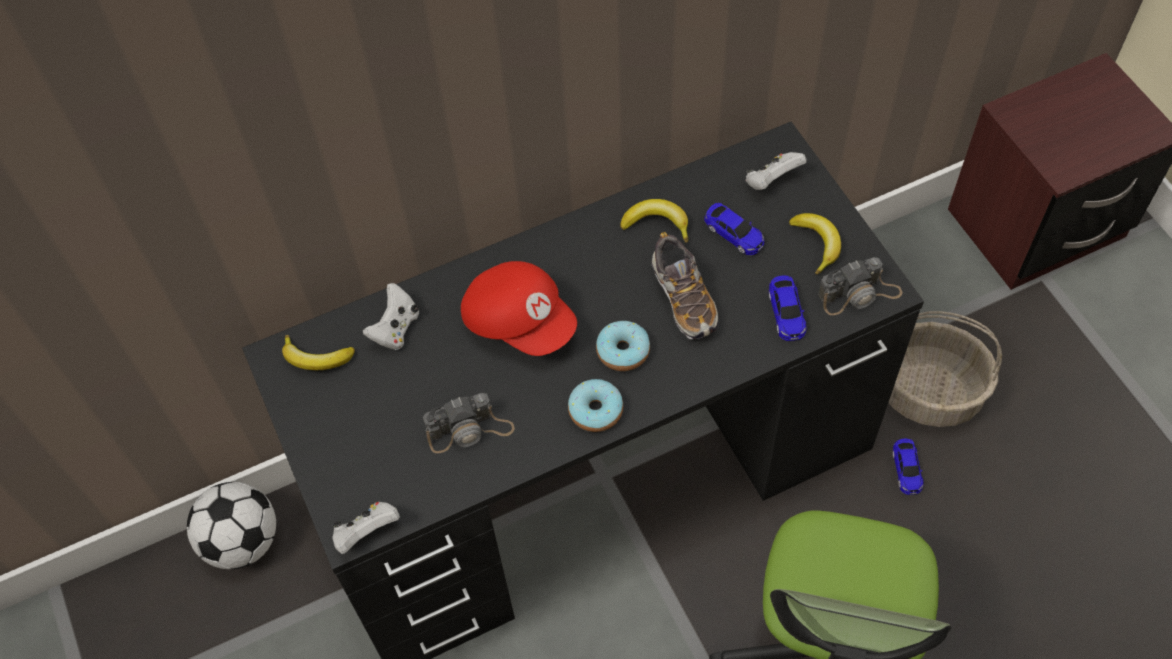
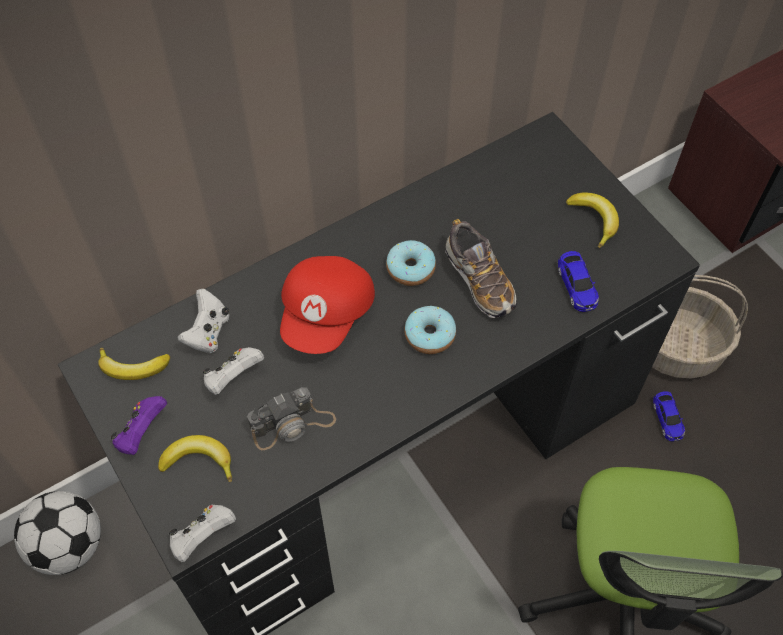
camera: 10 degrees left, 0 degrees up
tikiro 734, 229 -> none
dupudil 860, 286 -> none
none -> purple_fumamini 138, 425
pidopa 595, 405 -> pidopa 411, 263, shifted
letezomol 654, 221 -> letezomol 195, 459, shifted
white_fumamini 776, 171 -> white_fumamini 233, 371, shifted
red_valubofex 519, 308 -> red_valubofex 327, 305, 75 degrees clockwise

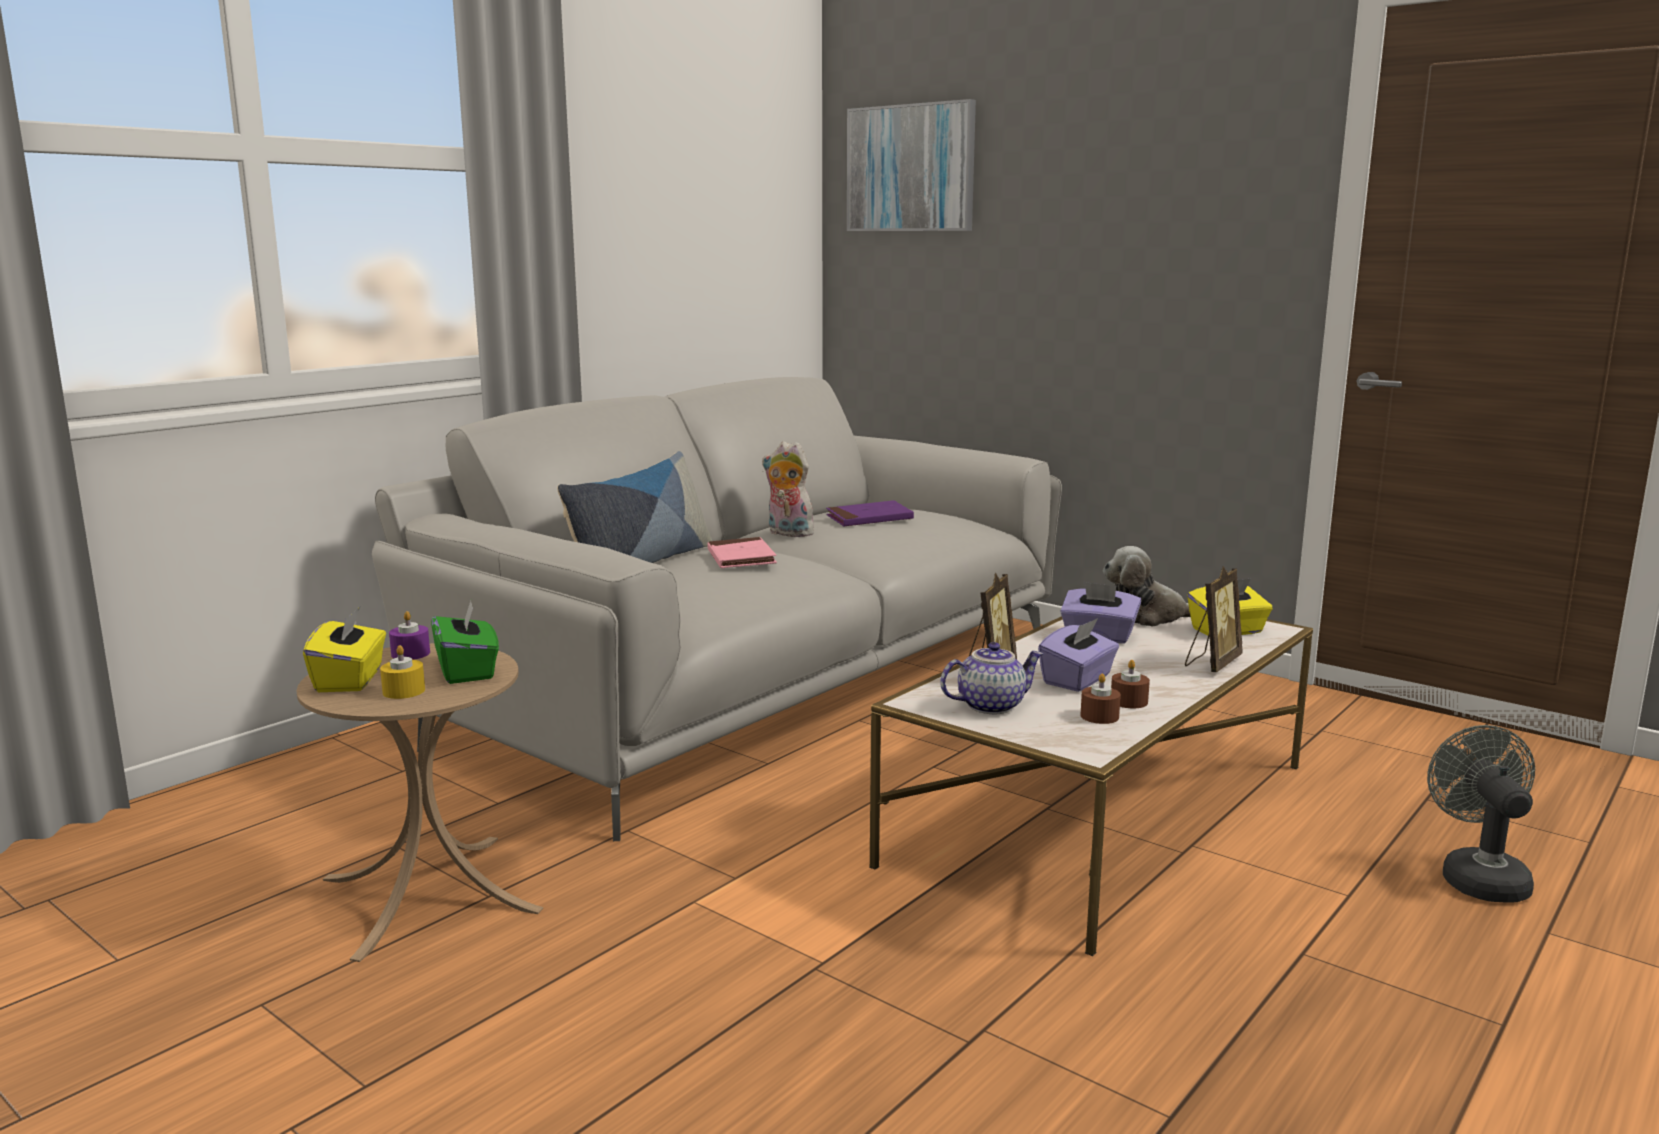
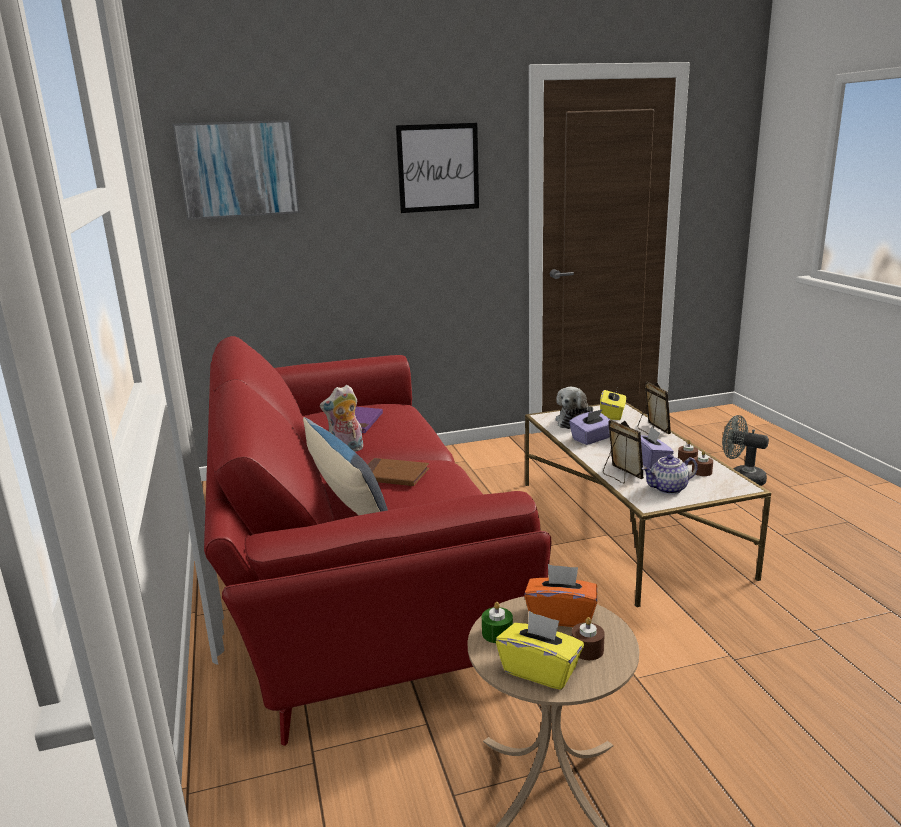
camera: 55 degrees left, 5 degrees up
none -> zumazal 437, 168
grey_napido 717, 609 -> red_napido 377, 541
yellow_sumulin 402, 672 -> brown_sumulin 588, 638
purple_sumulin 409, 635 -> green_sumulin 497, 622
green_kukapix 465, 642 -> orange_kukapix 560, 595
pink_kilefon 742, 552 -> brown_kilefon 398, 472
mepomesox 991, 678 -> mepomesox 670, 474, 120 degrees counterclockwise

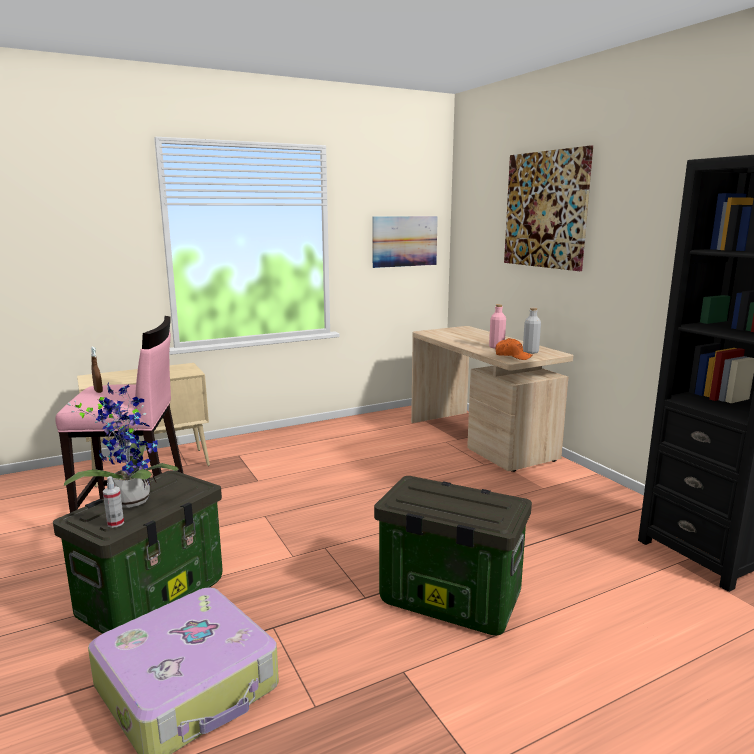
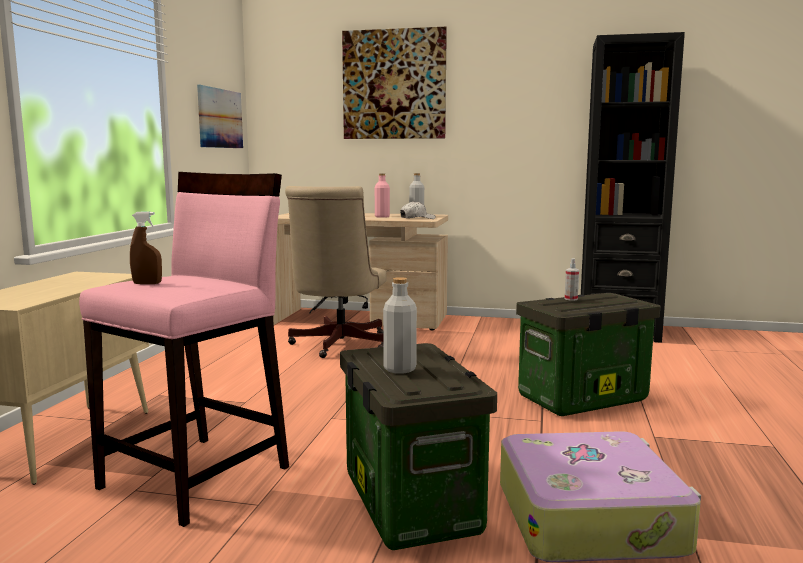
camera: 50 degrees left, 5 degrees down
none -> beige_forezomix 336, 272
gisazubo 113, 502 -> gisazubo 572, 279, shifted
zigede 121, 445 -> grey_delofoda 400, 325
orange_valubofex 513, 349 -> white_valubofex 418, 210

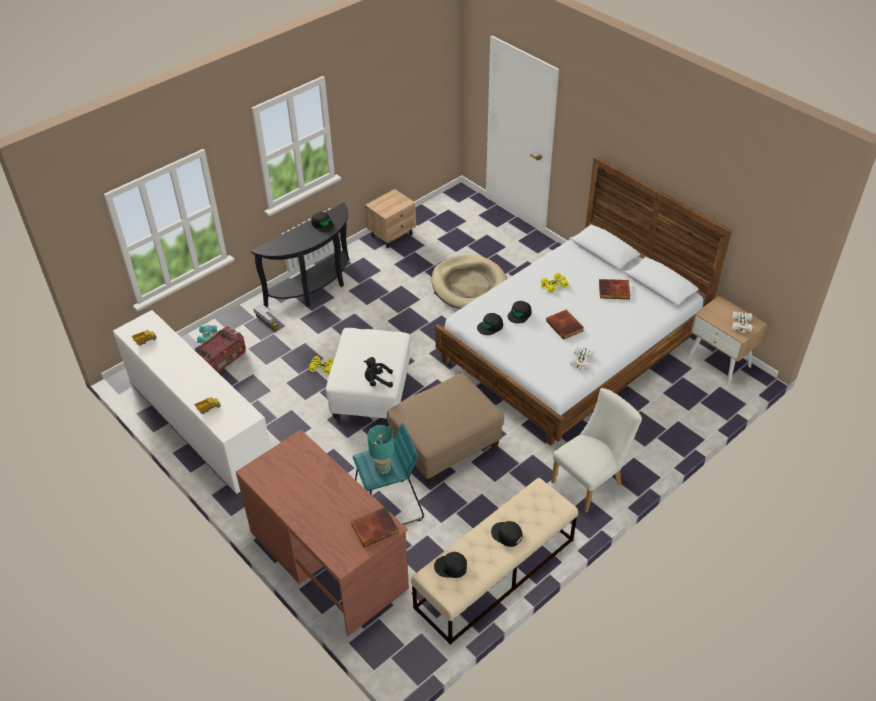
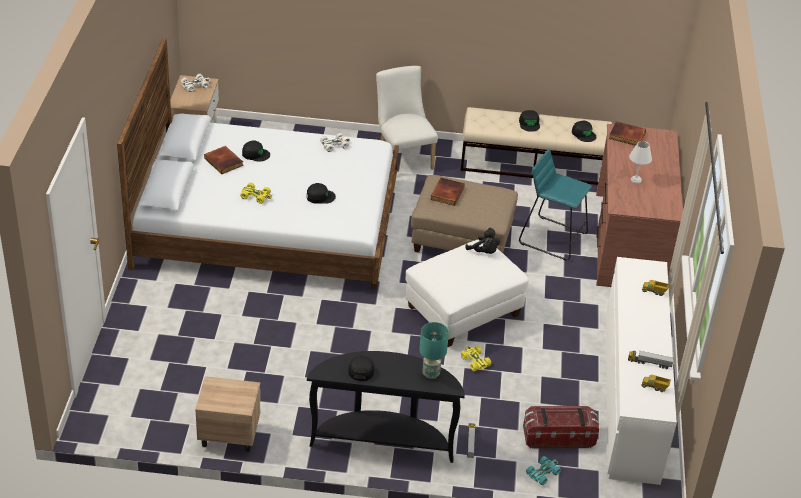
camera: 135 degrees left, 5 degrees down
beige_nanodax 469, 282 -> none
none -> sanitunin 651, 360
none -> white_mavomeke 640, 162
turquoise_mavomeke 380, 449 -> turquoise_mavomeke 434, 350, shifted
black_valubofex 490, 324 -> black_valubofex 256, 151, shifted
kilefon 565, 324 -> kilefon 447, 191, shifted
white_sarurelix 596, 450 -> white_sarurelix 407, 118, 60 degrees clockwise

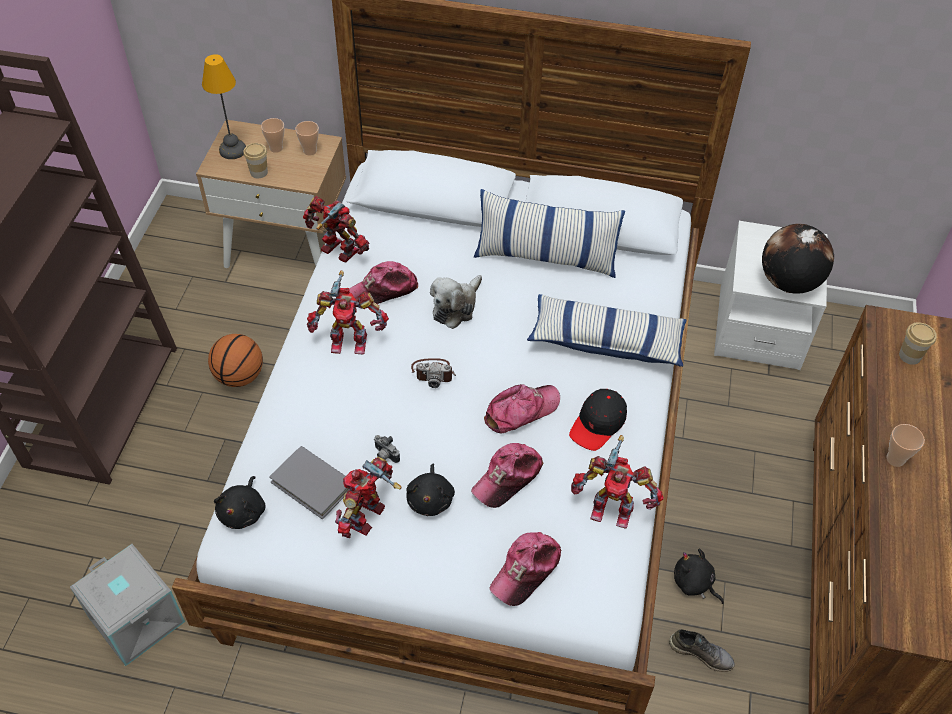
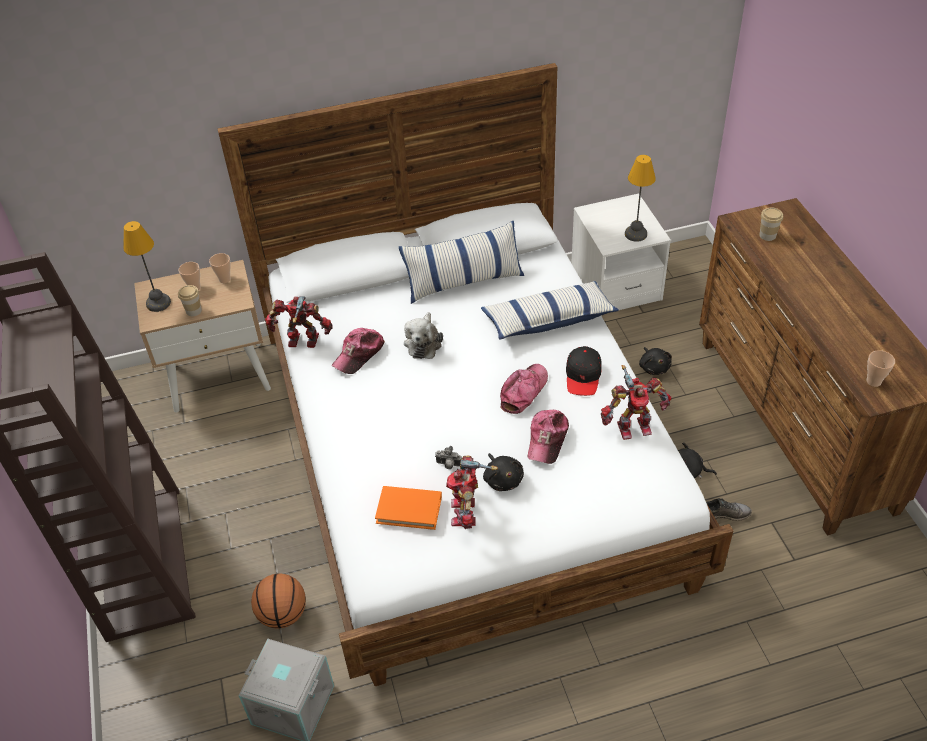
camera: 25 degrees left, 5 degrees down
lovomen 348, 312 -> none
dupudil 433, 373 -> none
valubofex 525, 569 -> none
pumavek 235, 360 -> pumavek 278, 601, shifted
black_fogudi 240, 502 -> black_fogudi 655, 361, shifted
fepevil 905, 445 -> fepevil 880, 368, shifted
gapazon 798, 258 -> mavomeke 640, 198
grey_kilefon 309, 482 -> orange_kilefon 408, 508

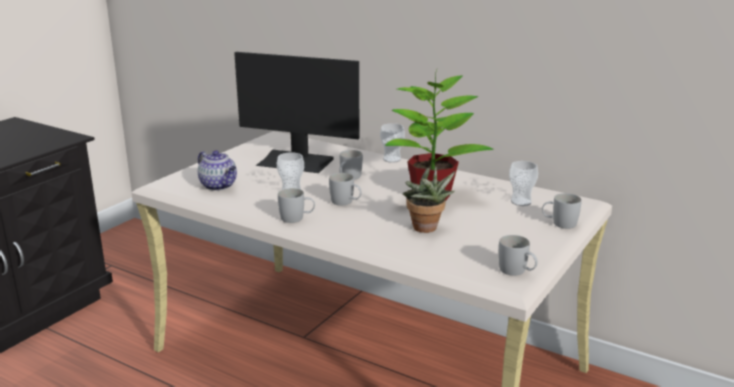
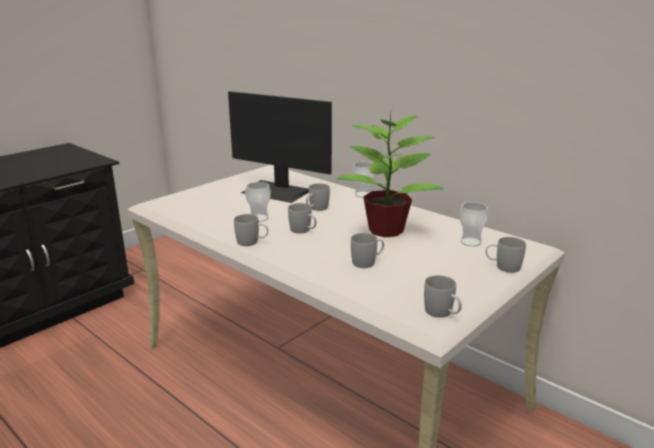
camera: 10 degrees right, 0 degrees up
mepomesox 217, 170 -> none
zigede 429, 199 -> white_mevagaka 367, 250

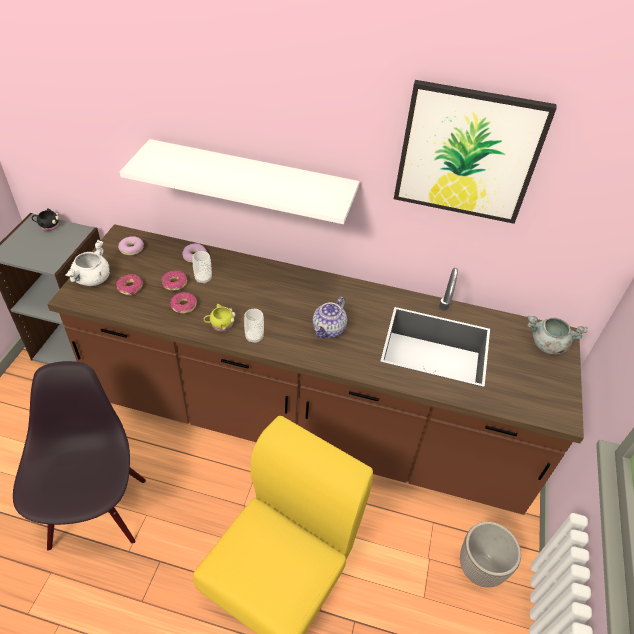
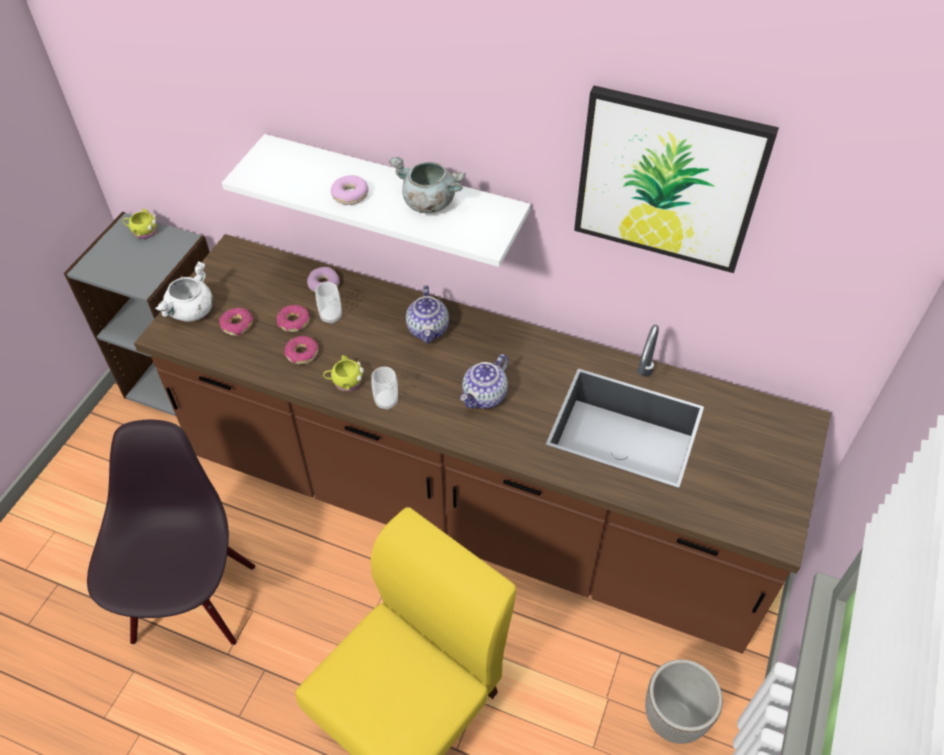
camera: 10 degrees right, 5 degrees up
none -> mepomesox 427, 314
pidopa 131, 245 -> pidopa 350, 190, shifted
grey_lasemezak 557, 335 -> grey_lasemezak 427, 185, shifted
black_mevagaka 45, 219 -> yellow_mevagaka 140, 223

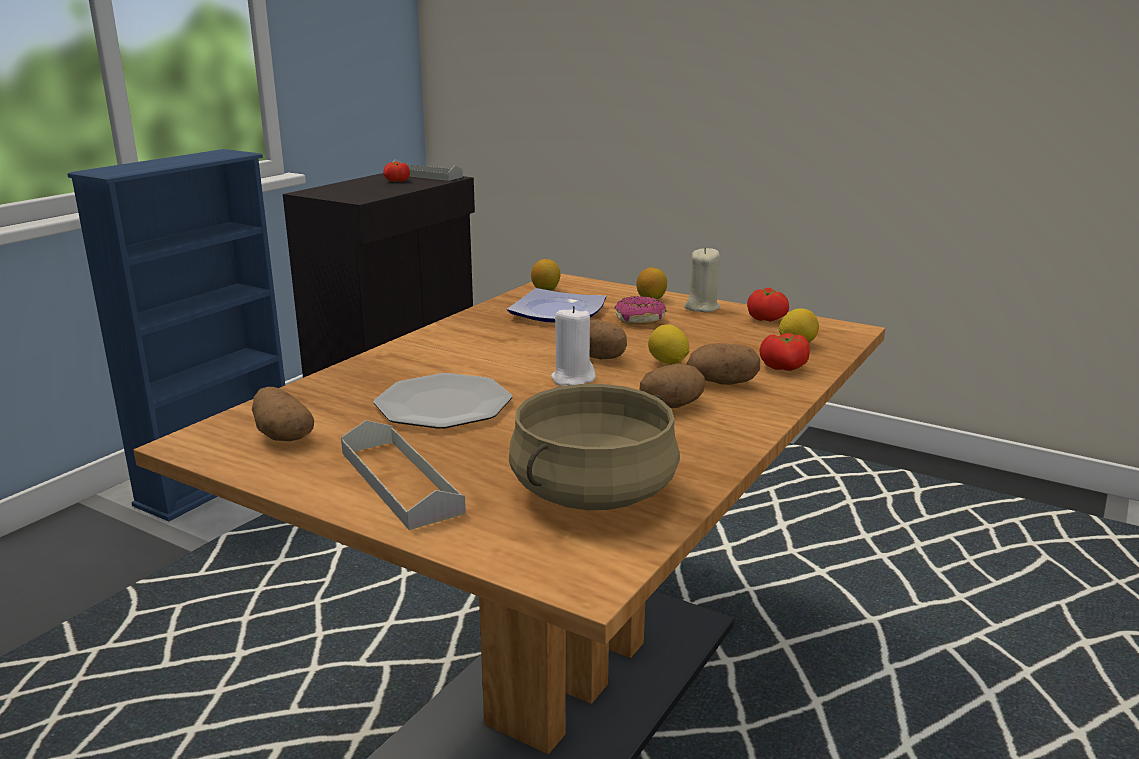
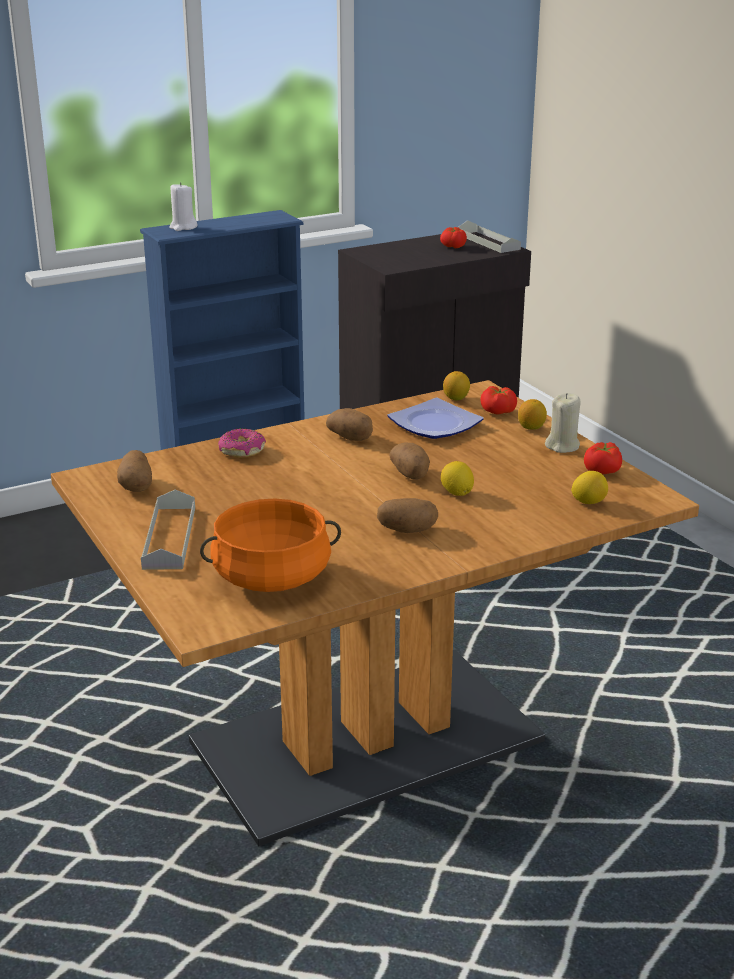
camera: 30 degrees right, 5 degrees up
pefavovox 443, 401 -> none
white_sumulin 573, 346 -> white_sumulin 183, 206, shifted
pidopa 640, 310 -> pidopa 242, 443, shifted
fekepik 723, 364 -> fekepik 349, 424, shifted
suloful 785, 352 -> suloful 498, 400, shifted
beige_lasemezak 594, 447 -> orange_lasemezak 270, 545

